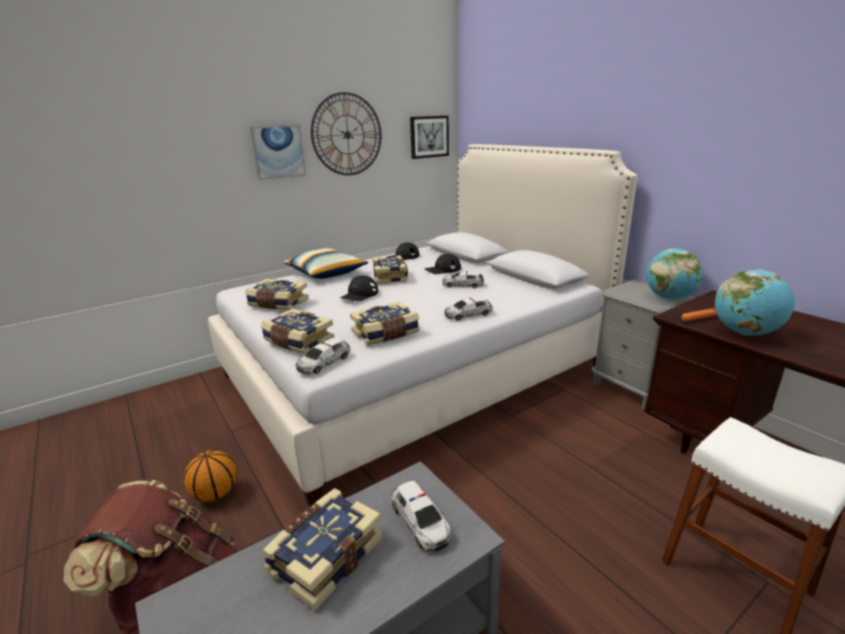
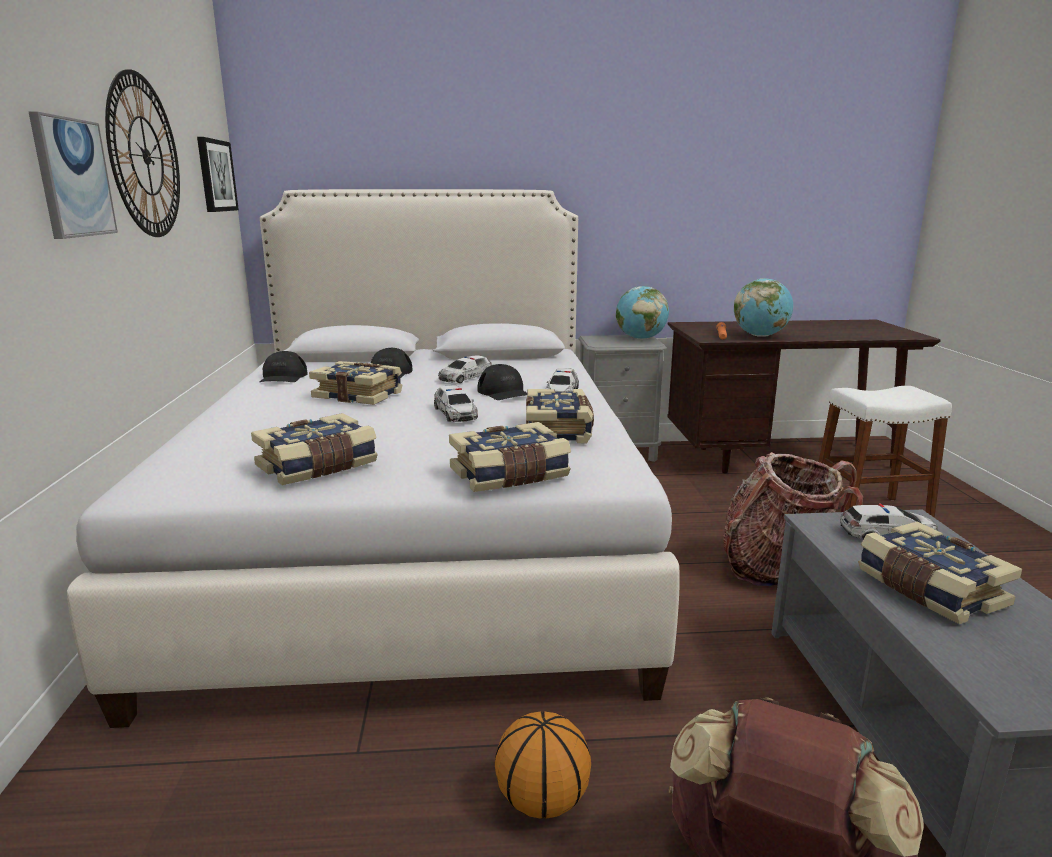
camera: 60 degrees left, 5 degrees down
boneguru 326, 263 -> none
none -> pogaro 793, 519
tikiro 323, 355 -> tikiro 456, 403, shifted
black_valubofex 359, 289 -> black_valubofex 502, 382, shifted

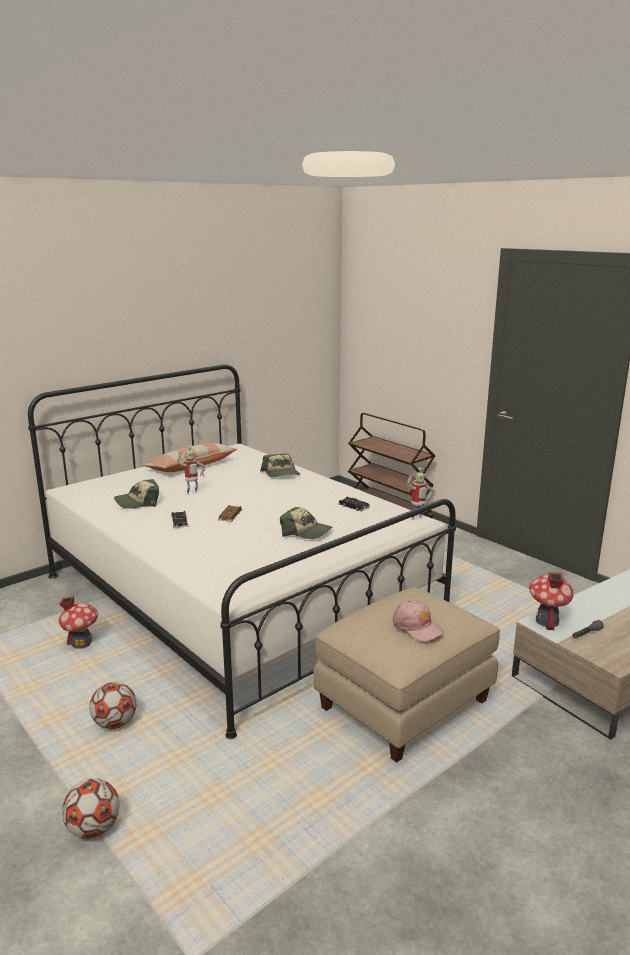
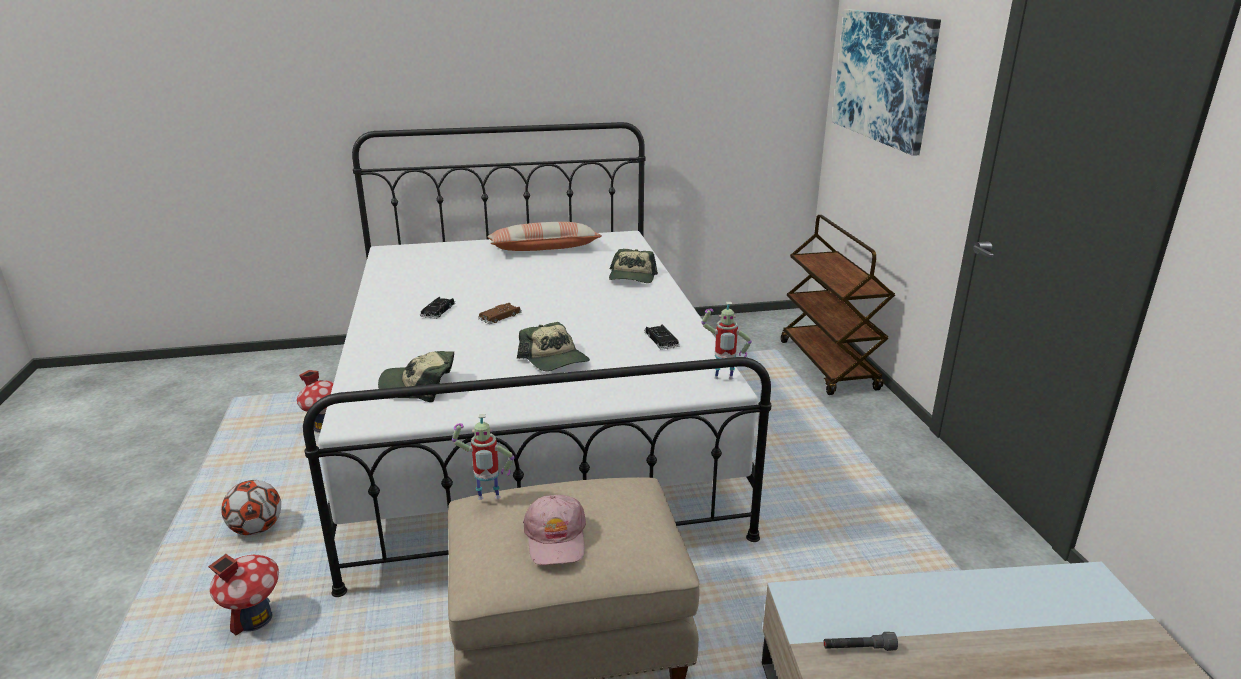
camera: 30 degrees right, 5 degrees up
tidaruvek 91, 808 -> none
none -> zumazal 886, 82
valubofex 136, 494 -> valubofex 416, 376, shifted
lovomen 191, 470 -> lovomen 483, 457, shifted
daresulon 551, 601 -> daresulon 243, 594, shifted

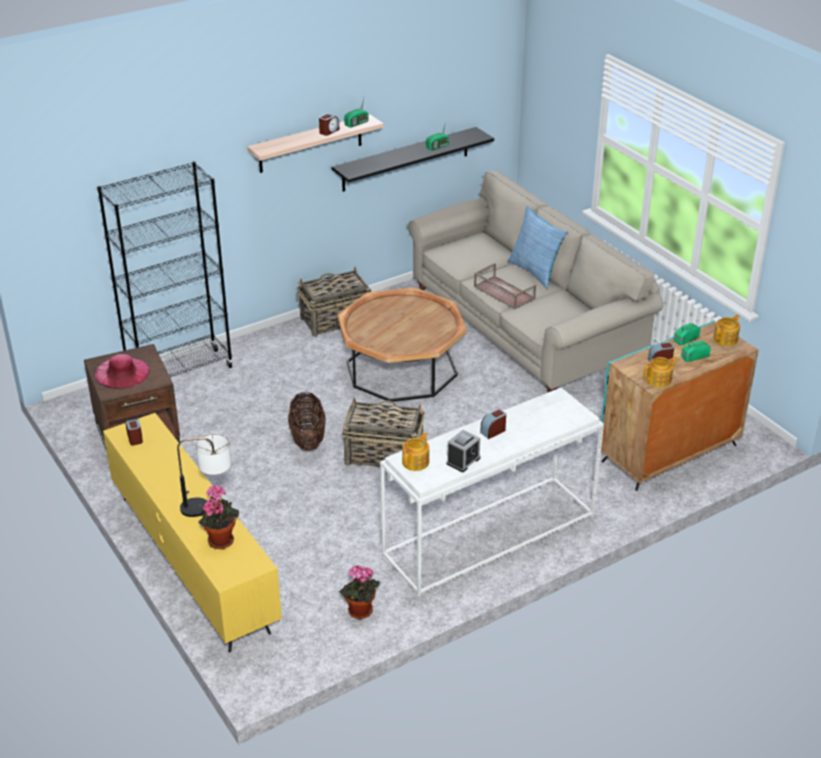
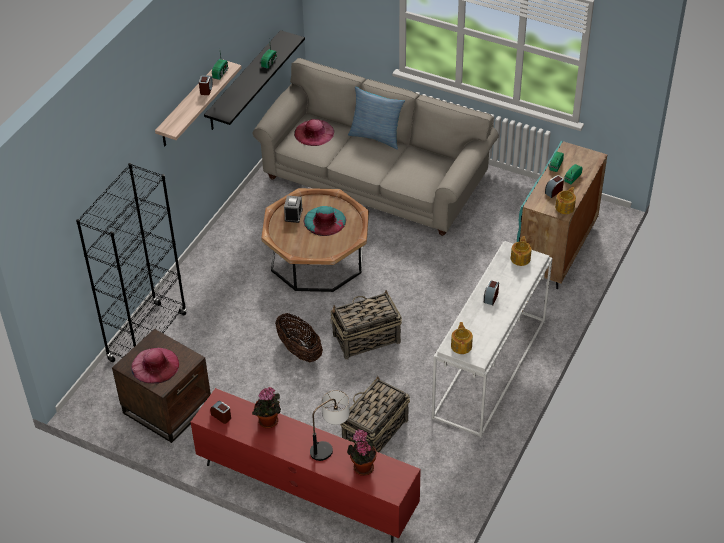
camera: 30 degrees left, 10 degrees up
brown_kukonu 505, 286 -> none
none -> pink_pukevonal 314, 132
none -> turquoise_pukevonal 325, 221
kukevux 335, 302 -> kukevux 375, 414, shifted
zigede 359, 592 -> zigede 266, 407, shifted
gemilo 463, 451 -> gemilo 293, 209, shifted
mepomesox 726, 330 -> mepomesox 521, 251, shifted
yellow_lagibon 192, 532 -> red_lagibon 306, 465

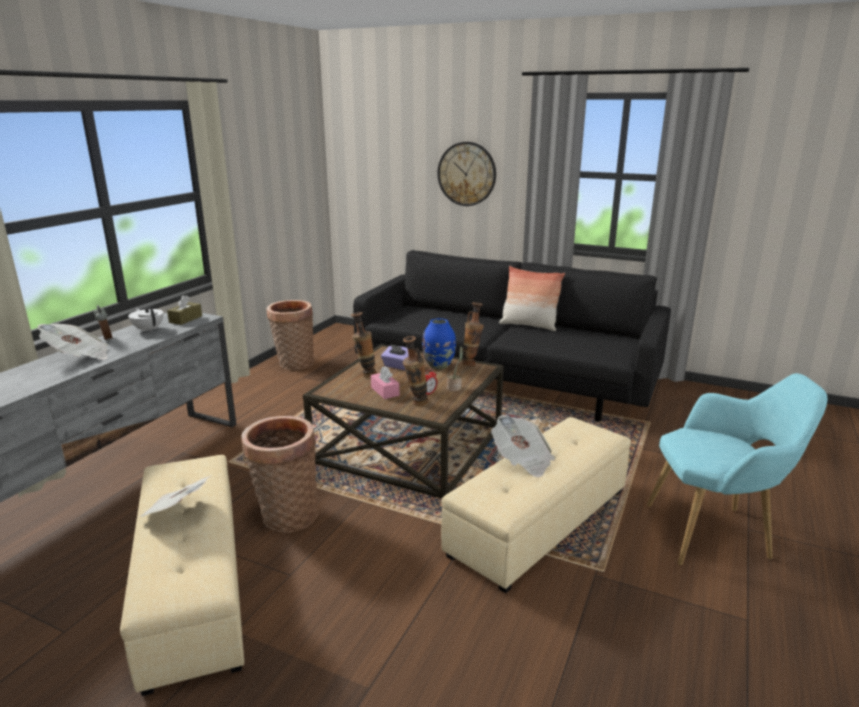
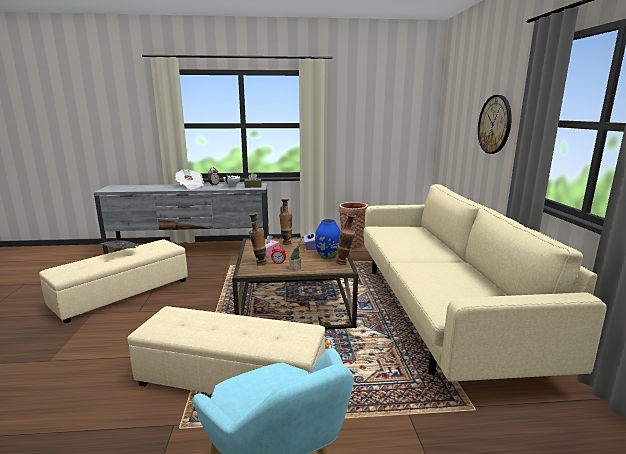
camera: 60 degrees right, 5 degrees down
kukevux 279, 474 -> none
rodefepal 523, 446 -> none
boneguru 532, 298 -> none
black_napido 512, 336 -> beige_napido 485, 283

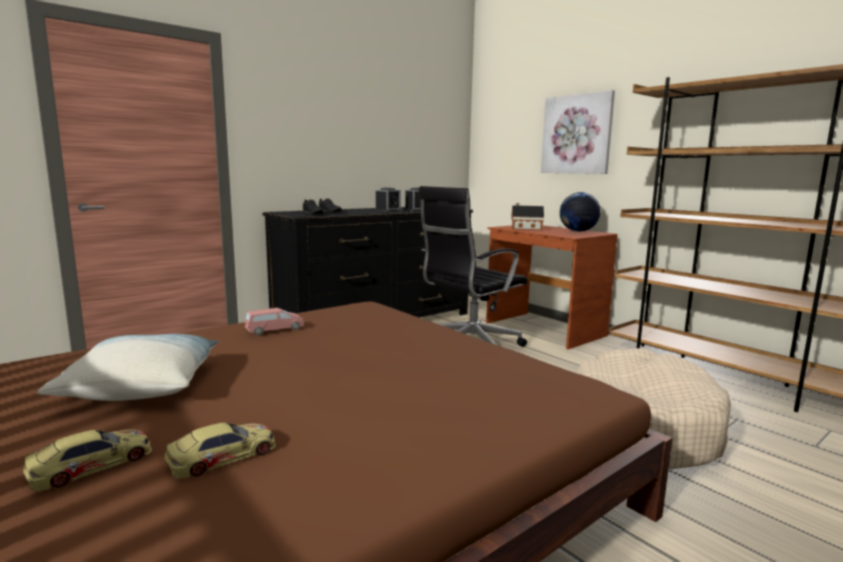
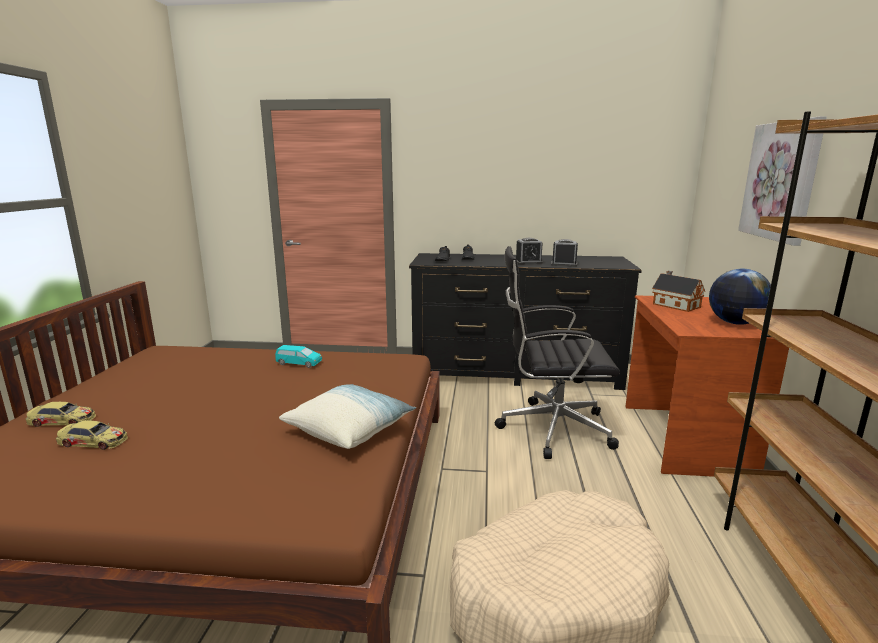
camera: 45 degrees right, 5 degrees up
boneguru 128, 367 -> boneguru 347, 416, shifted
pink_tikiro 274, 321 -> turquoise_tikiro 298, 356

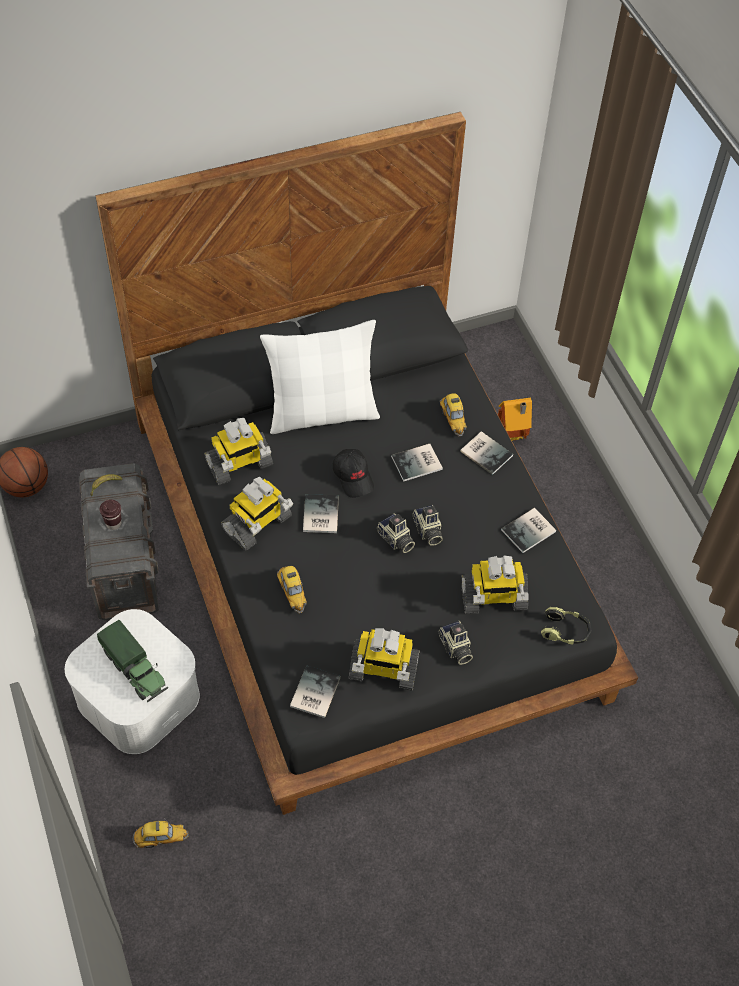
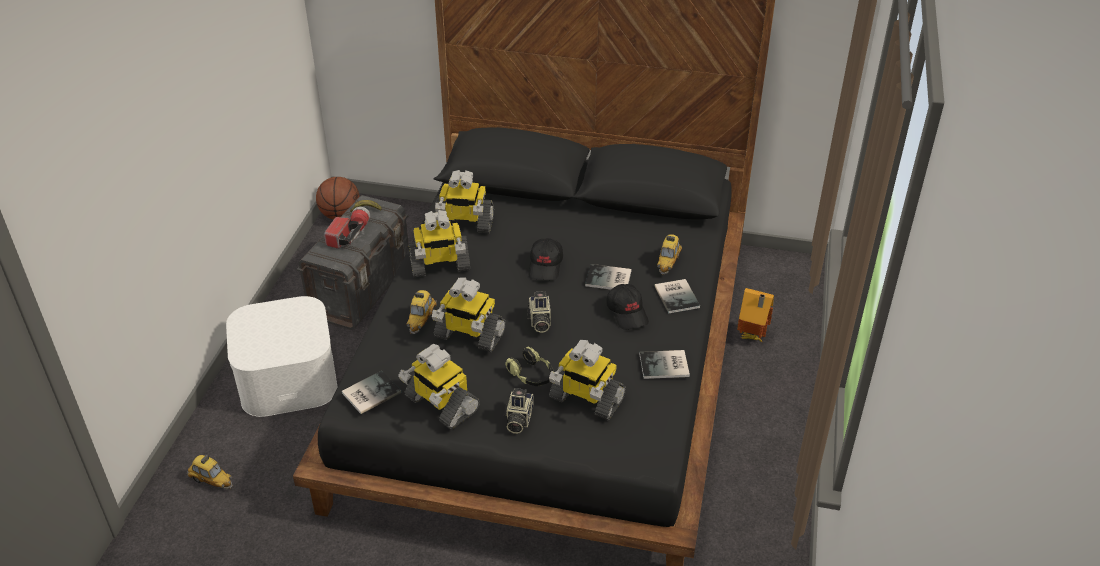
camera: 35 degrees right, 15 degrees down
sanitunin 132, 661 -> none
white_boneguru 320, 377 -> none
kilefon 321, 513 -> none
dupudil 427, 525 -> none
none -> lovomen 469, 314
none -> black_valubofex 627, 307
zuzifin 566, 625 -> zuzifin 529, 366, shifted
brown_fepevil 110, 515 -> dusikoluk 347, 228

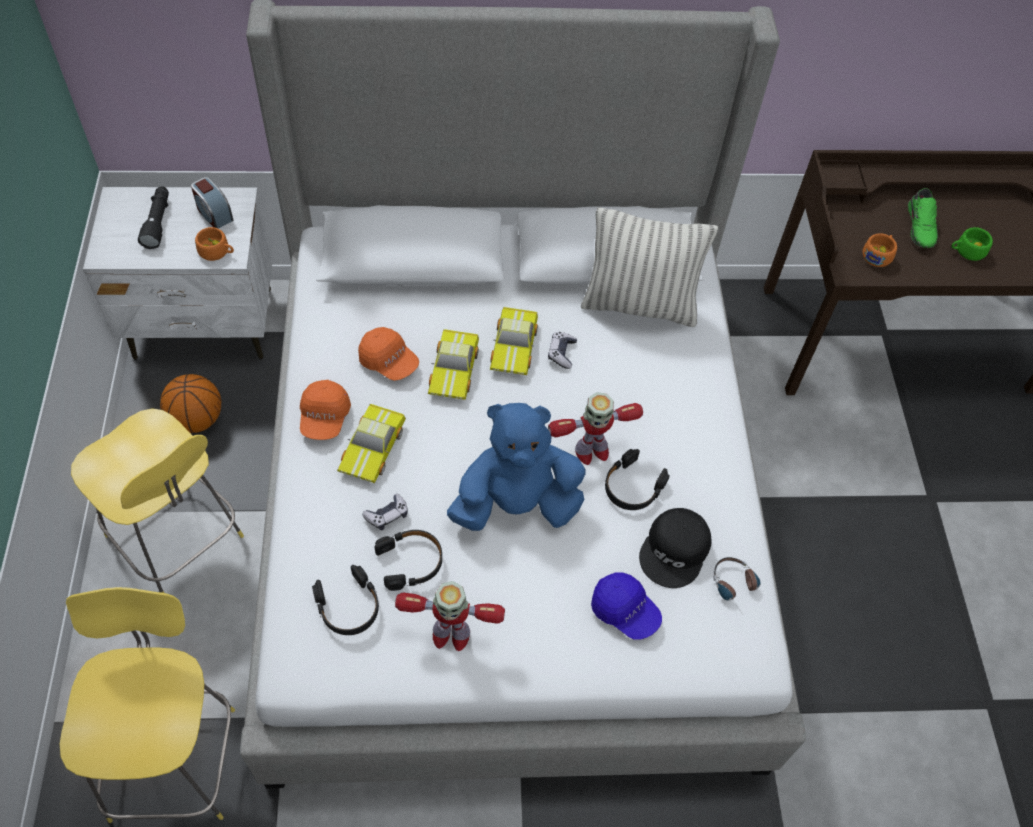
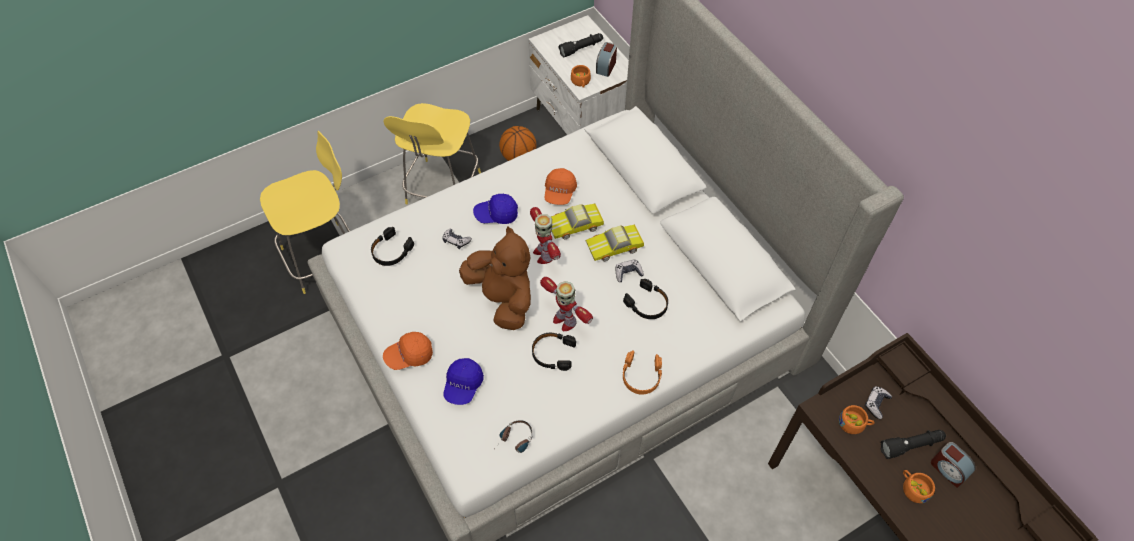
camera: 65 degrees right, 0 degrees up
boneguru 649, 267 -> none
black_valubofex 675, 548 -> none
none -> orange_zuzifin 642, 372
none -> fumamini 878, 402
none -> gemilo 953, 465
orange_valubofex 325, 410 -> orange_valubofex 408, 351, shifted
black_zuzifin 408, 560 -> black_zuzifin 645, 299, shifted
lovomen 450, 616 -> lovomen 545, 235, shifted
tikiro 371, 443 -> blue_valubofex 495, 209
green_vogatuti 923, 218 -> black_dusikoluk 913, 444
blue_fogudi 516, 467 -> brown_fogudi 495, 278
green_fepevil 972, 244 -> orange_fepevil 919, 486

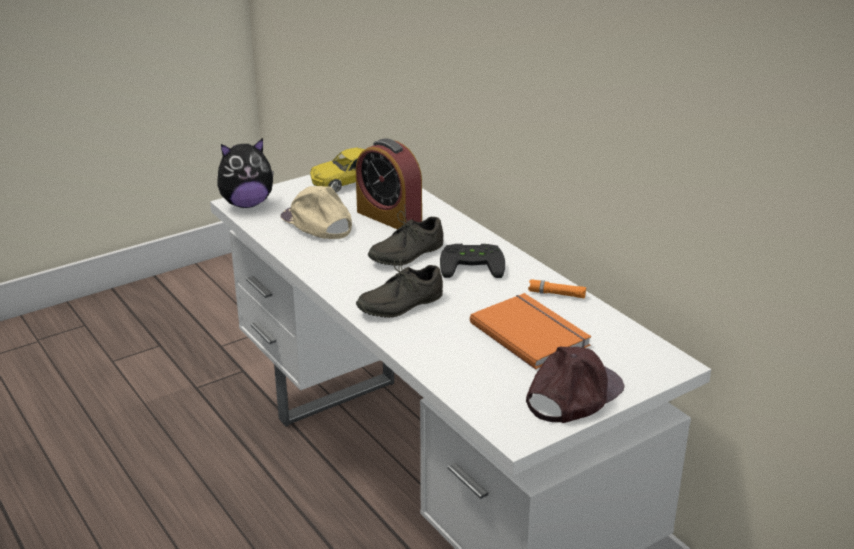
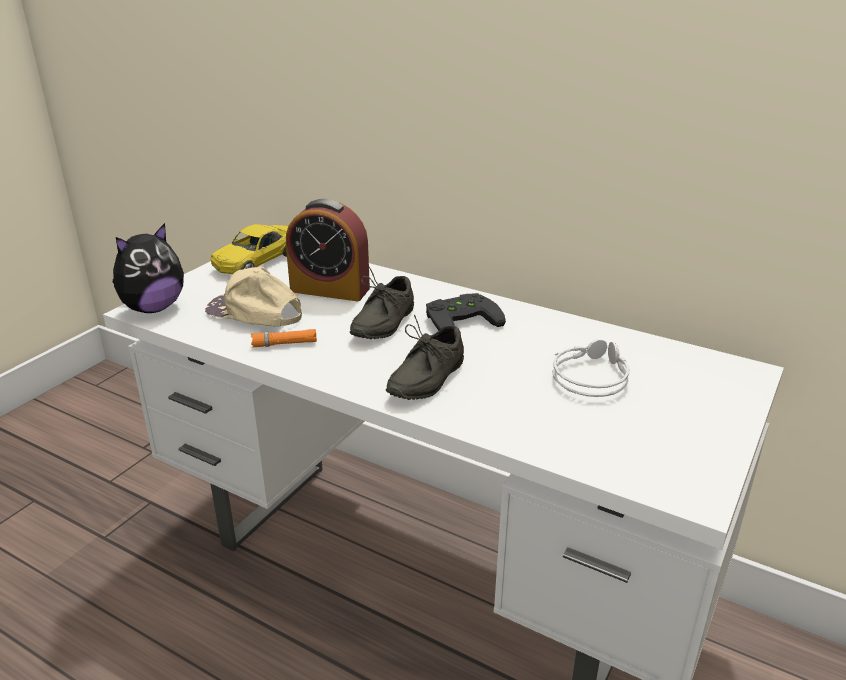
camera: 25 degrees left, 0 degrees up
brown_valubofex 575, 384 -> none
orange_dusikoluk 557, 289 -> orange_dusikoluk 284, 338, shifted
orange_kilefon 530, 331 -> grey_zuzifin 591, 368

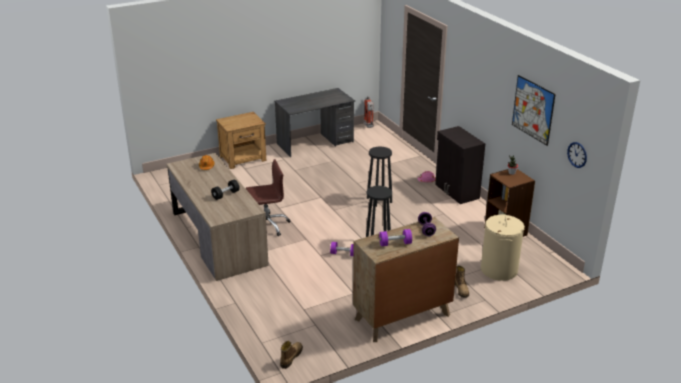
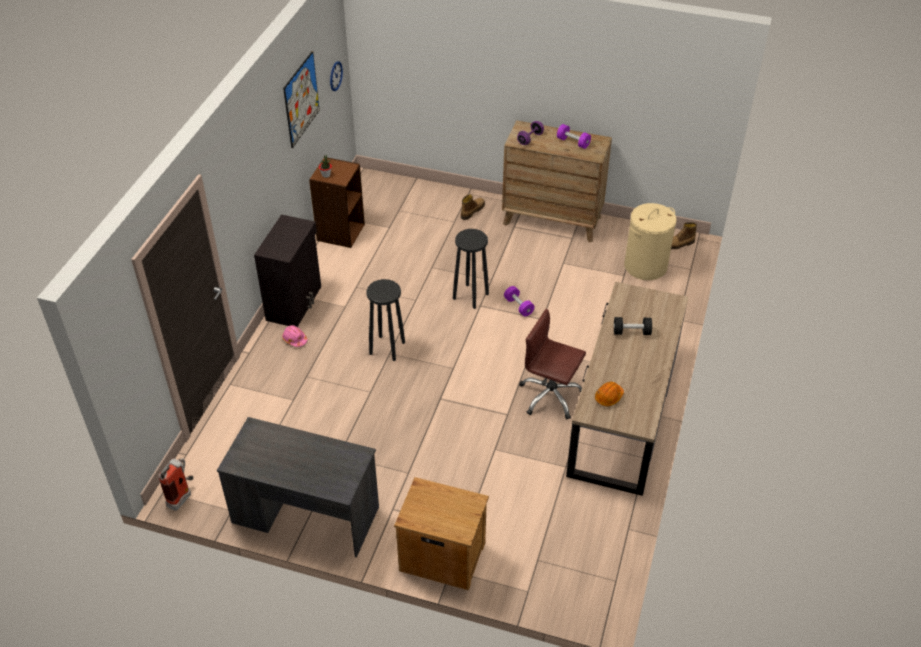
camera: 135 degrees left, 15 degrees up
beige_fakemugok 503, 247 -> beige_fakemugok 650, 241, shifted

